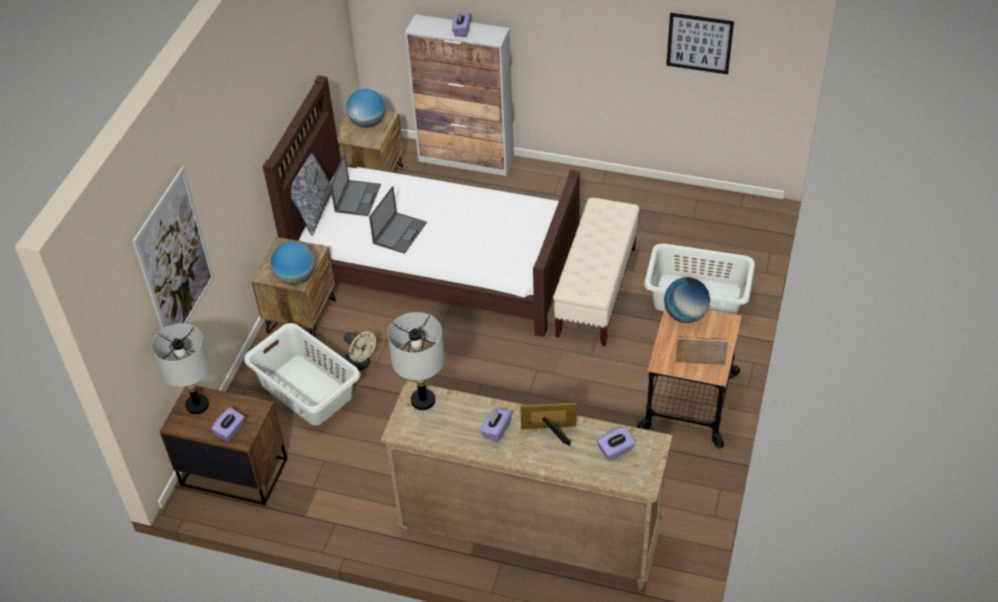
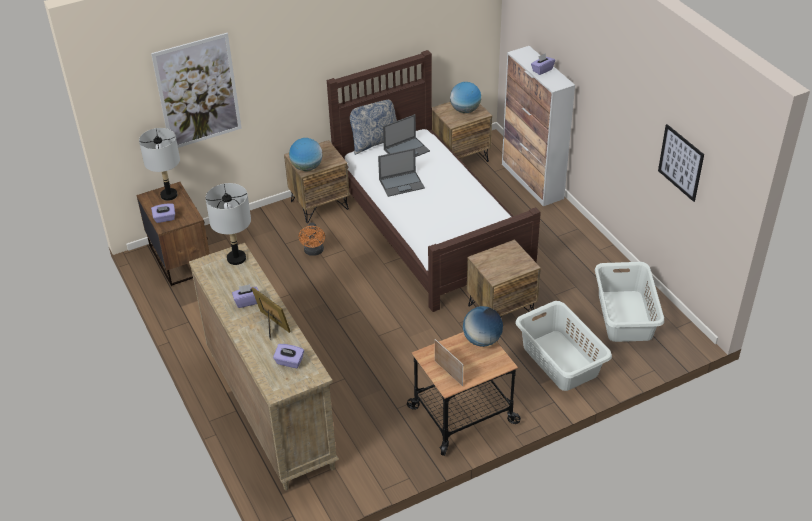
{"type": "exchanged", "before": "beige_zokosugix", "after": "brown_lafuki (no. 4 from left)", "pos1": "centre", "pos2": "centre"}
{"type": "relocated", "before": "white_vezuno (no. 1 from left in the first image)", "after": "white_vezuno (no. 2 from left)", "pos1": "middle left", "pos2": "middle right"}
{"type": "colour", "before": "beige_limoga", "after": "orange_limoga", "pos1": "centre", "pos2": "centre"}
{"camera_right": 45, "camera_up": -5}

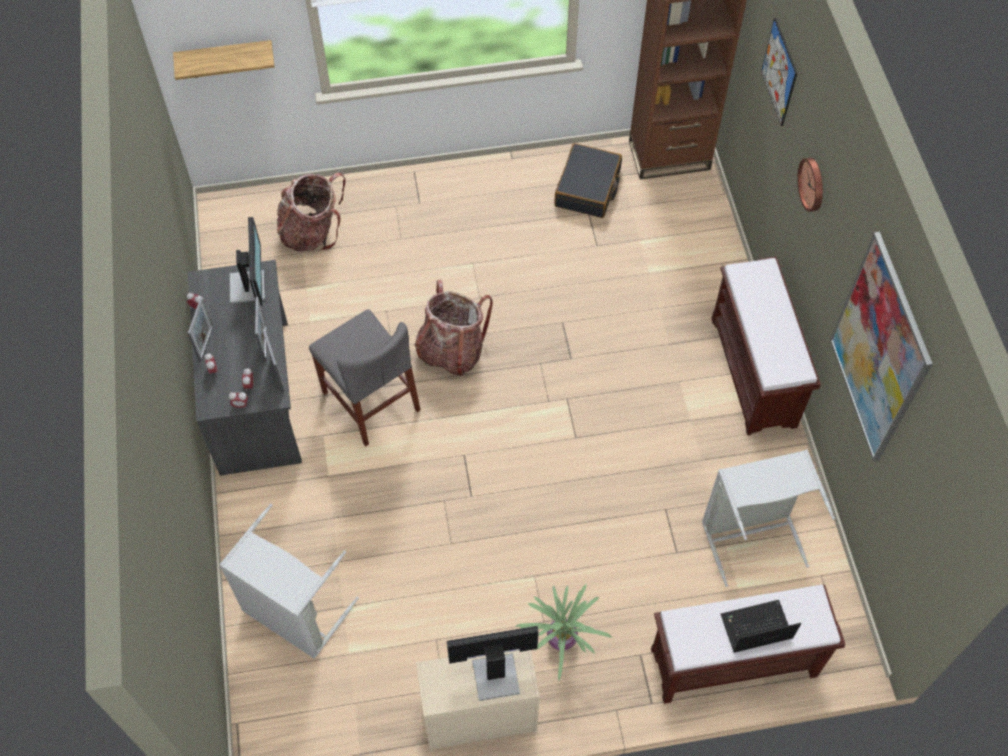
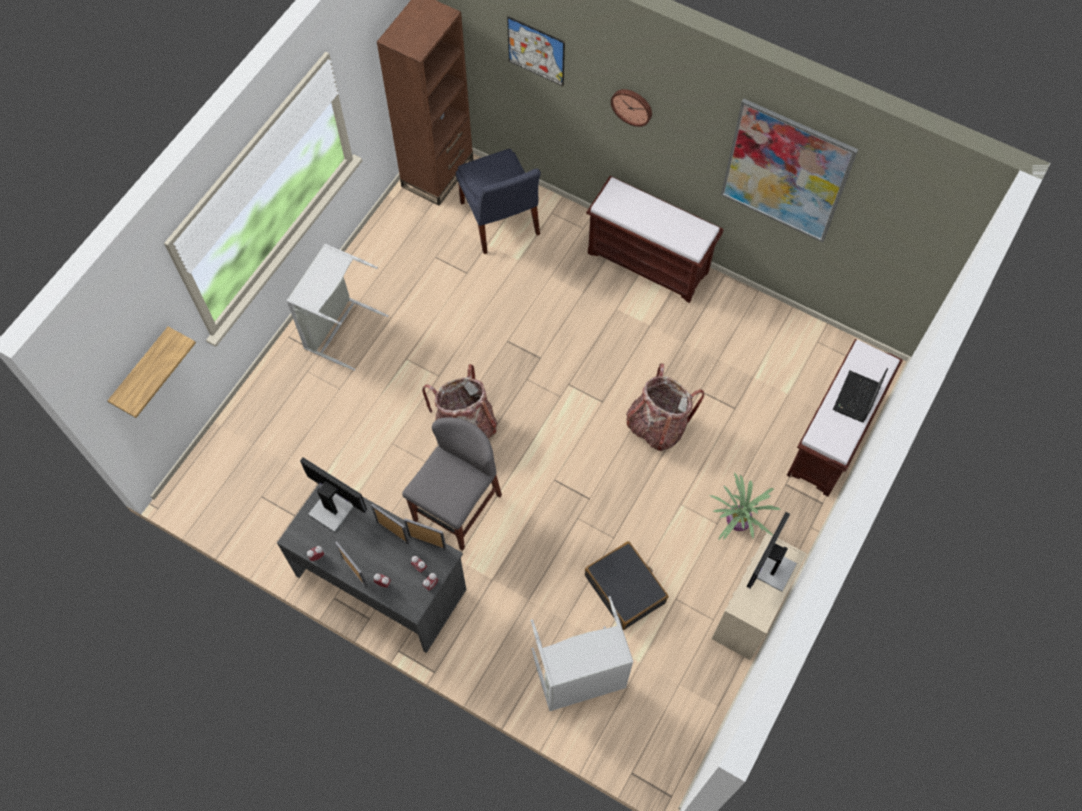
{"type": "relocated", "before": "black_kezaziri", "pos1": "top centre", "pos2": "bottom centre"}
{"type": "relocated", "before": "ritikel (no. 1 from left in the first image)", "after": "ritikel (no. 2 from left)", "pos1": "top left", "pos2": "centre"}
{"type": "spun", "before": "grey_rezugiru", "pos1": "centre", "pos2": "centre", "turn": -60}
{"type": "relocated", "before": "grey_vezuno (no. 2 from left in the first image)", "after": "grey_vezuno (no. 1 from left)", "pos1": "bottom right", "pos2": "middle left"}
{"type": "appeared", "after": "blue_rezugiru", "pos2": "top centre"}
{"camera_right": -50, "camera_up": 5}

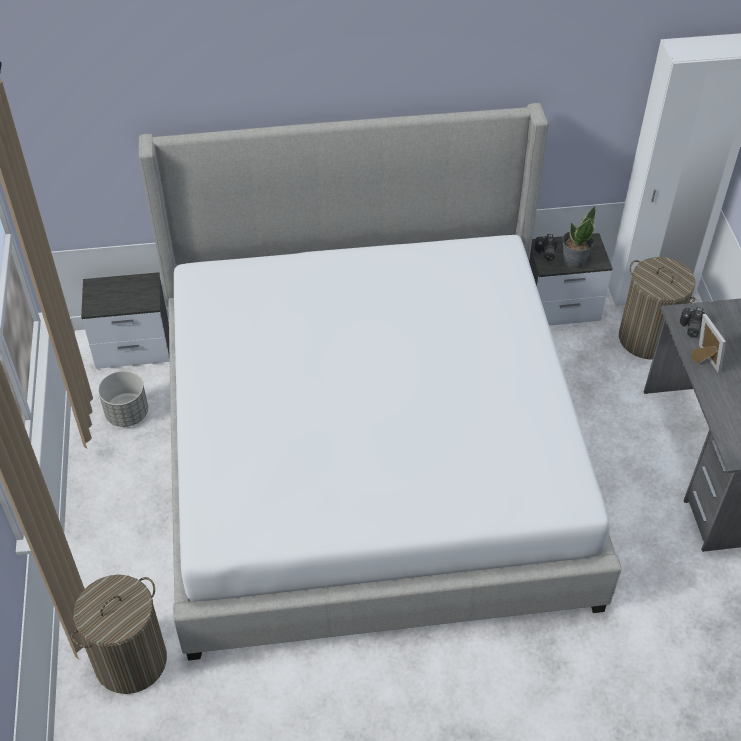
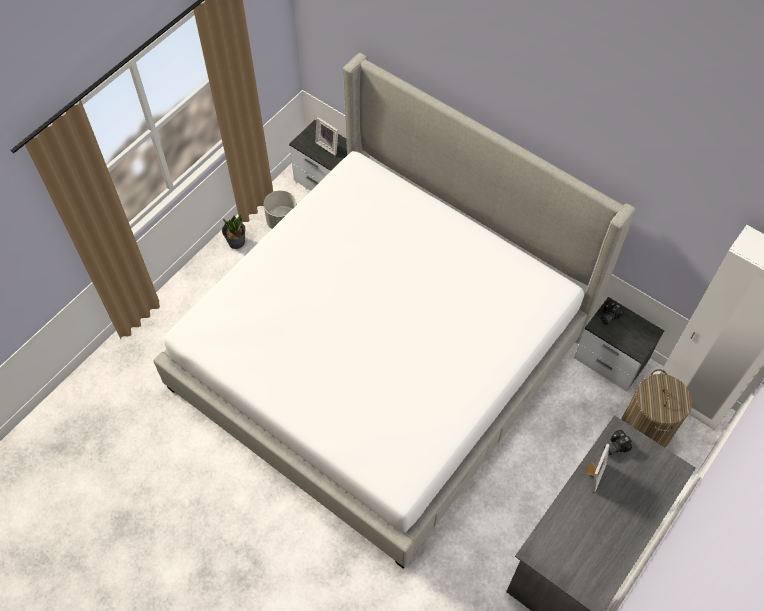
{"type": "relocated", "before": "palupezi", "pos1": "top right", "pos2": "middle left"}
{"type": "missing", "before": "vezuno (no. 1 from left)", "pos1": "bottom left"}
{"type": "appeared", "after": "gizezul (no. 1 from left)", "pos2": "top centre"}
{"camera_right": 45, "camera_up": 10}

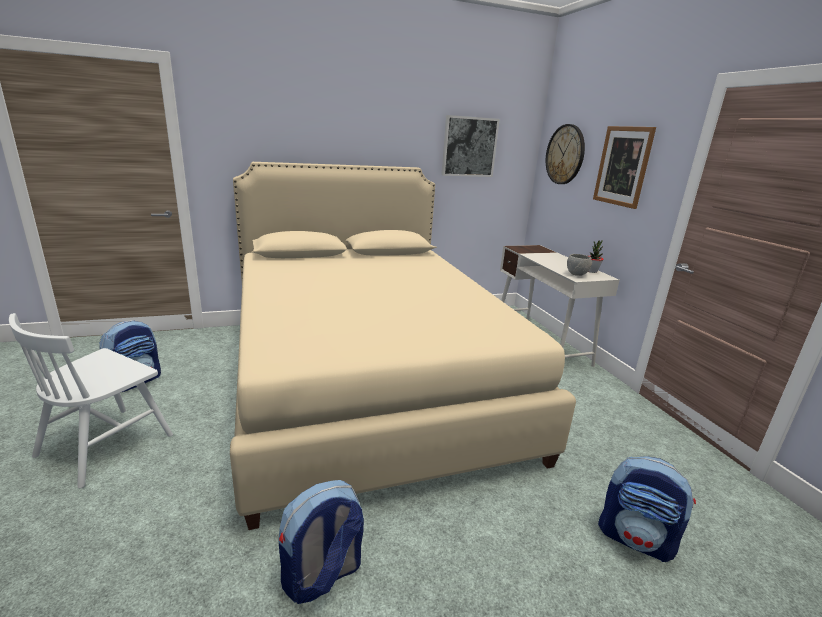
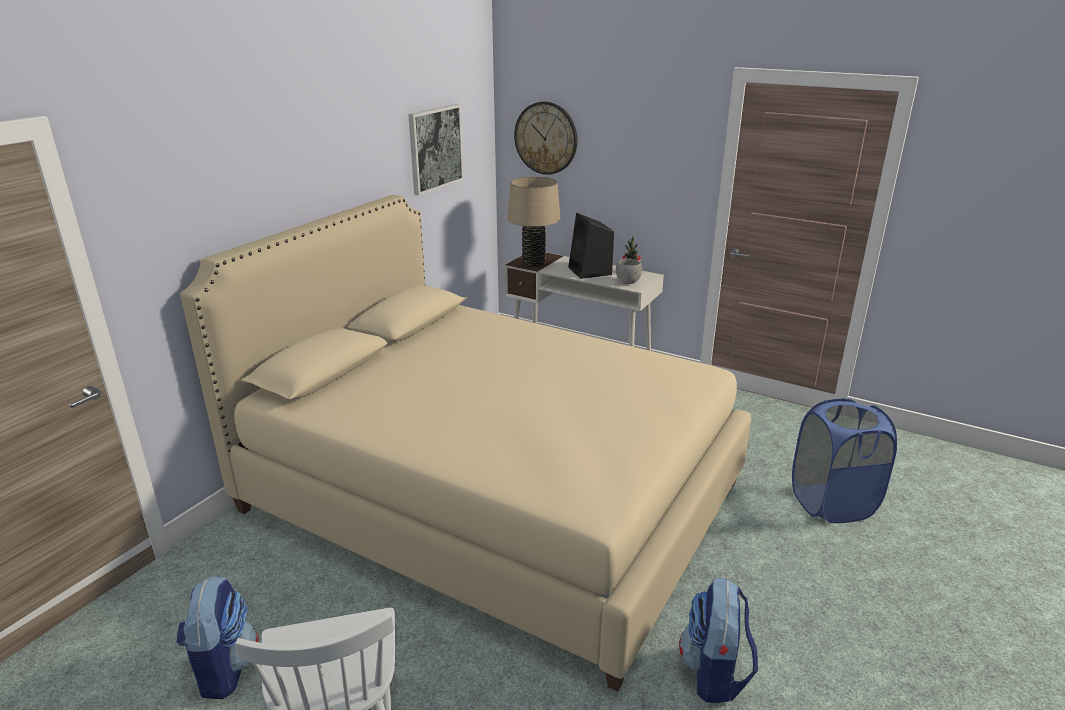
{"type": "missing", "before": "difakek (no. 2 from left)", "pos1": "top right"}
{"type": "exchanged", "before": "ritikel (no. 3 from left)", "after": "blue_vezuno", "pos1": "bottom right", "pos2": "middle right"}
{"type": "appeared", "after": "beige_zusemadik", "pos2": "top centre"}
{"type": "appeared", "after": "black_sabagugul", "pos2": "centre"}
{"camera_right": -40, "camera_up": 5}

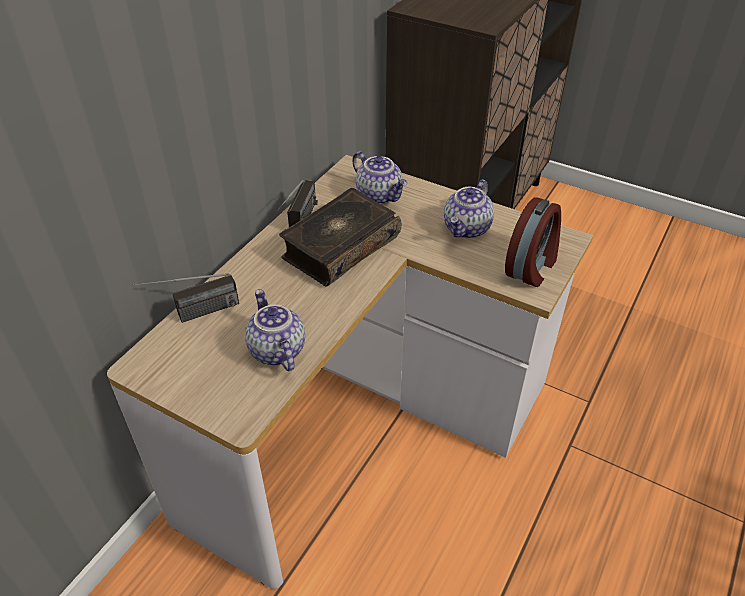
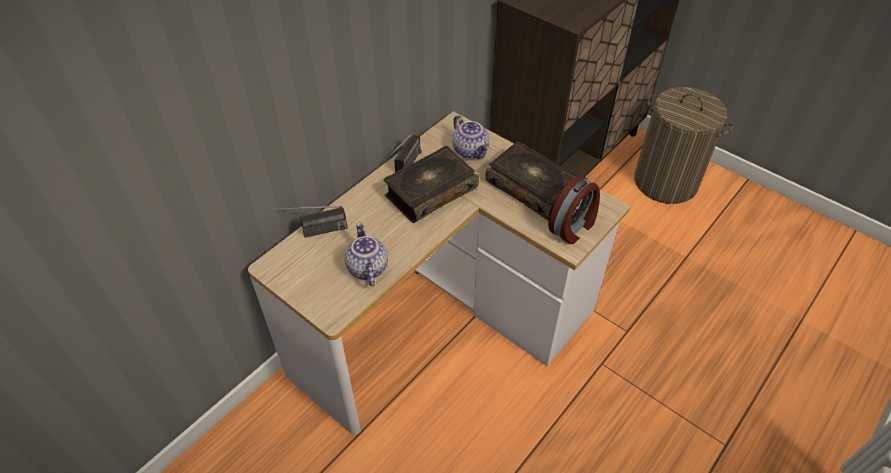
{"type": "exchanged", "before": "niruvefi (no. 3 from left)", "after": "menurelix (no. 2 from left)", "pos1": "centre", "pos2": "centre"}
{"type": "appeared", "after": "vezuno", "pos2": "top right"}
{"camera_right": 10, "camera_up": 5}

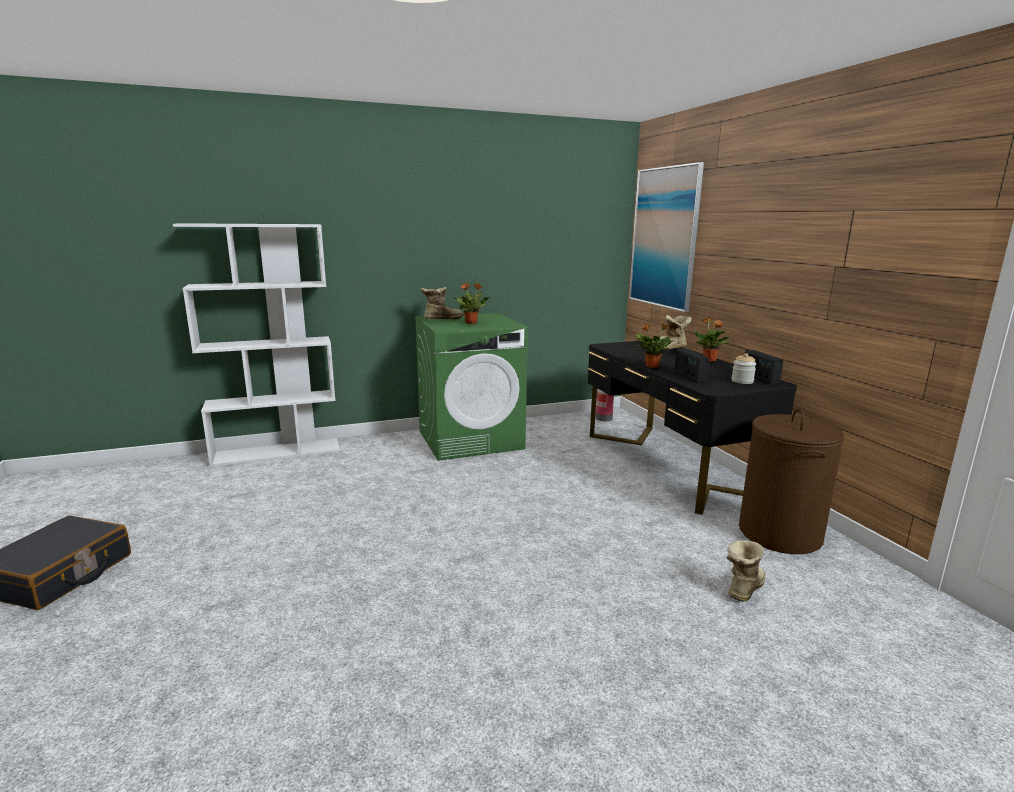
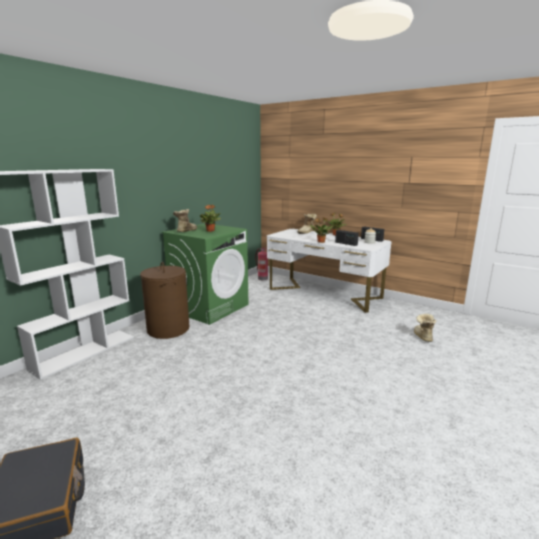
{"type": "missing", "before": "difakek", "pos1": "top centre"}
{"type": "colour", "before": "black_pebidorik", "after": "white_pebidorik", "pos1": "middle right", "pos2": "centre"}
{"type": "relocated", "before": "brown_vezuno", "pos1": "middle right", "pos2": "middle left"}
{"camera_right": -35, "camera_up": 0}

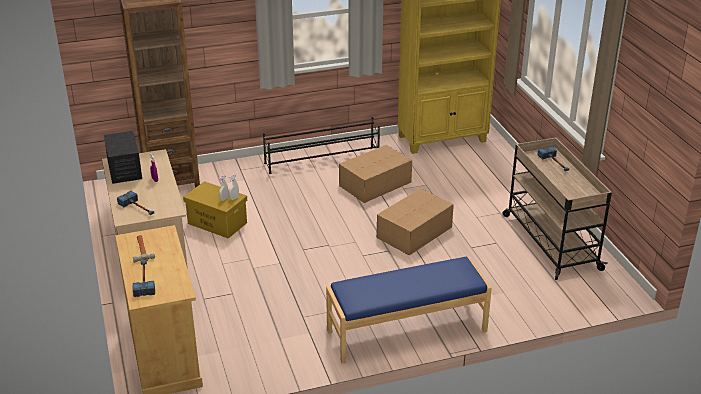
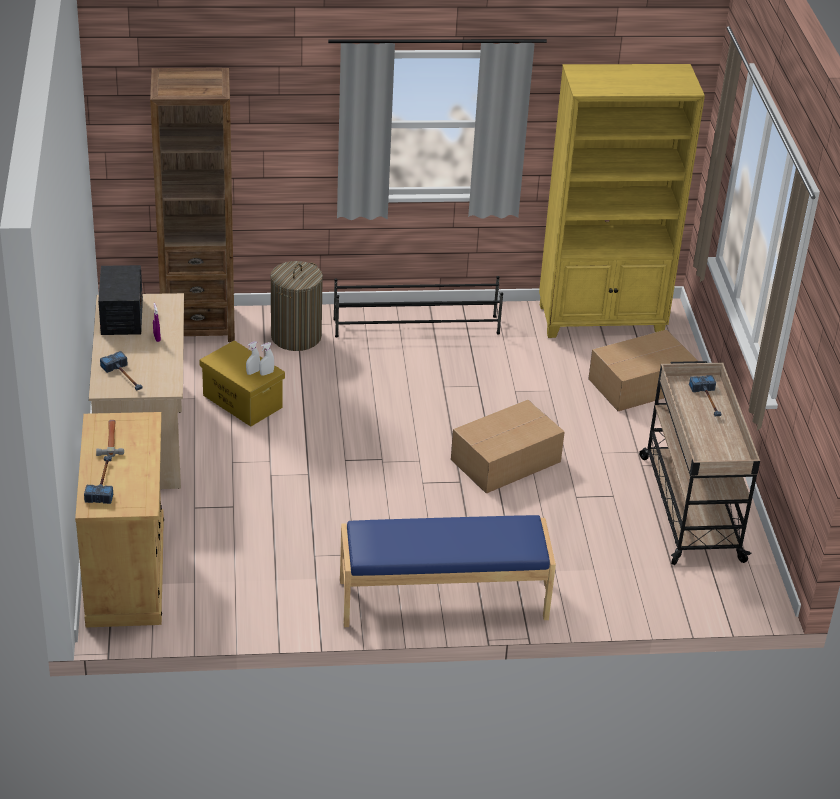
{"type": "relocated", "before": "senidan (no. 1 from left in the first image)", "after": "senidan (no. 2 from left)", "pos1": "centre", "pos2": "middle right"}
{"type": "appeared", "after": "vezuno", "pos2": "centre"}
{"camera_right": 10, "camera_up": 5}

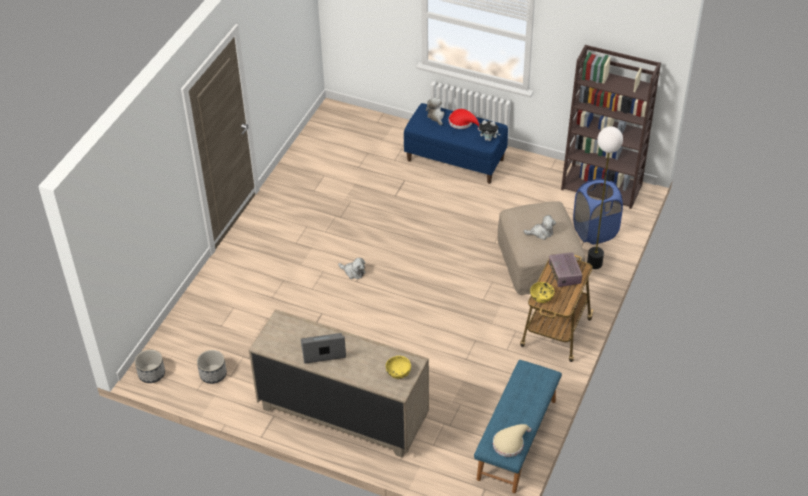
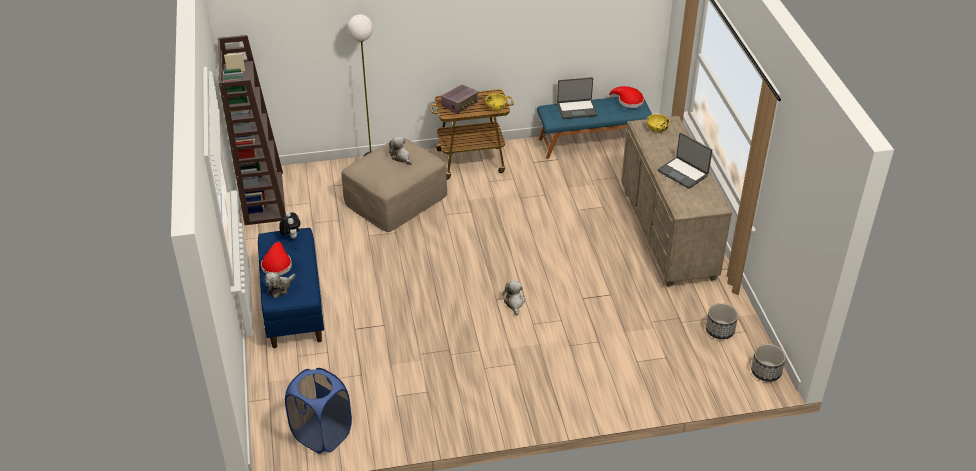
{"type": "relocated", "before": "blue_vezuno", "pos1": "middle right", "pos2": "bottom left"}
{"type": "colour", "before": "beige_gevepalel", "after": "red_gevepalel (no. 2 from left)", "pos1": "bottom centre", "pos2": "top centre"}
{"type": "appeared", "after": "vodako (no. 1 from left)", "pos2": "top centre"}
{"camera_right": -125, "camera_up": -5}

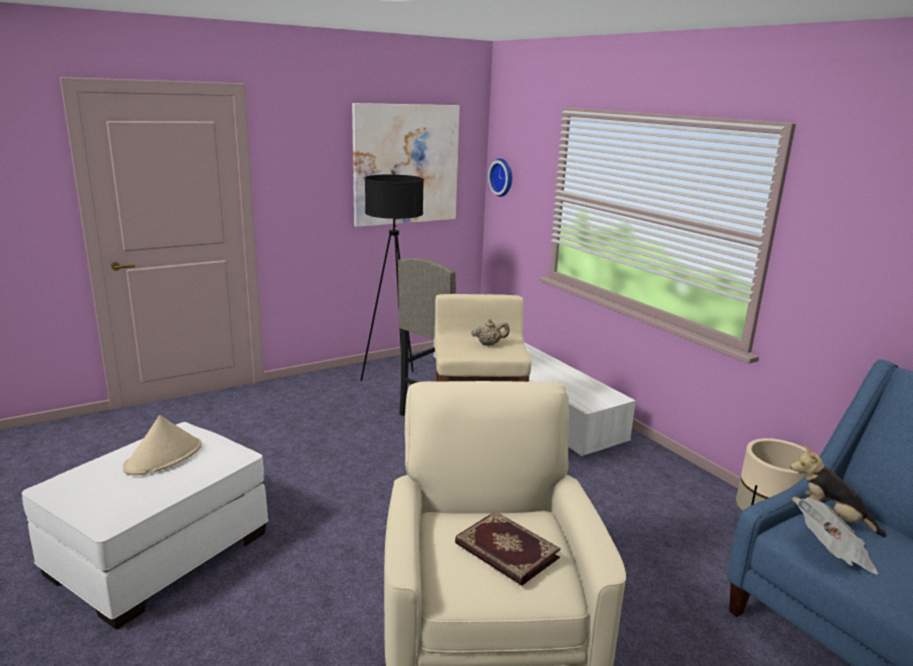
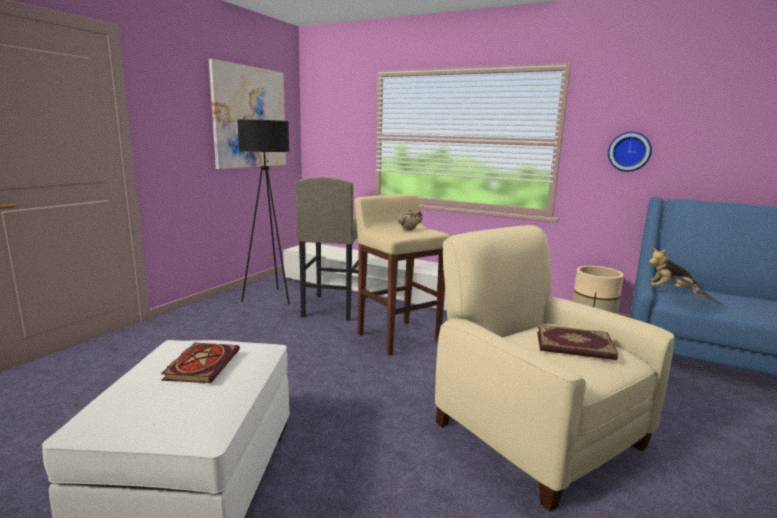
{"type": "relocated", "before": "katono", "pos1": "top centre", "pos2": "top right"}
{"type": "exchanged", "before": "beige_gevepalel", "after": "menurelix (no. 1 from left)", "pos1": "bottom left", "pos2": "bottom left"}
{"camera_right": -30, "camera_up": -5}

